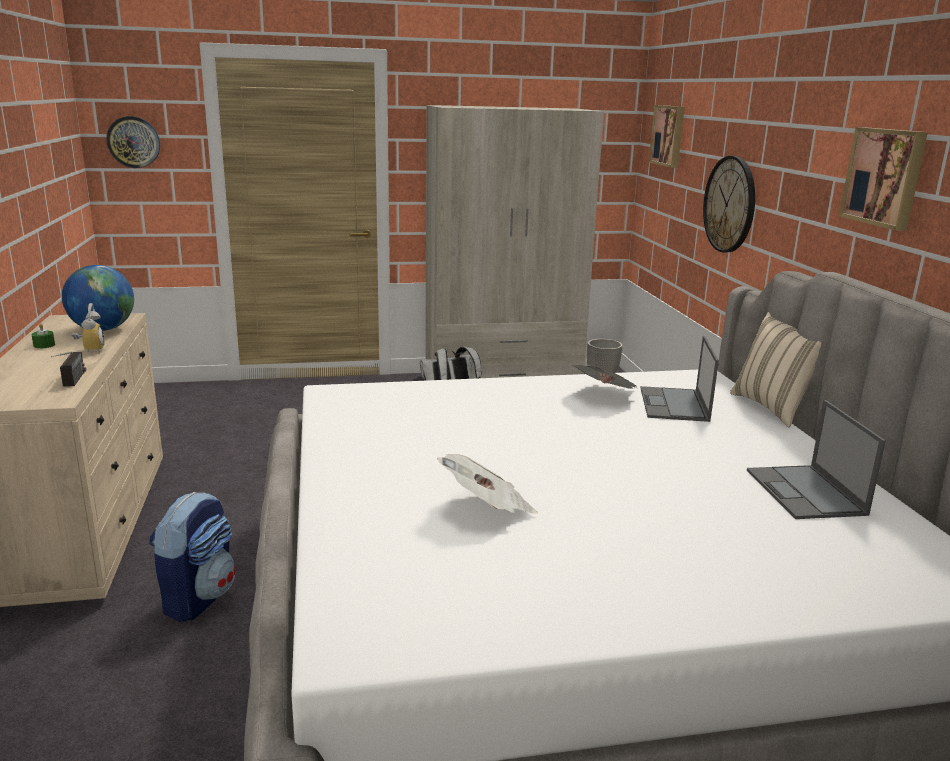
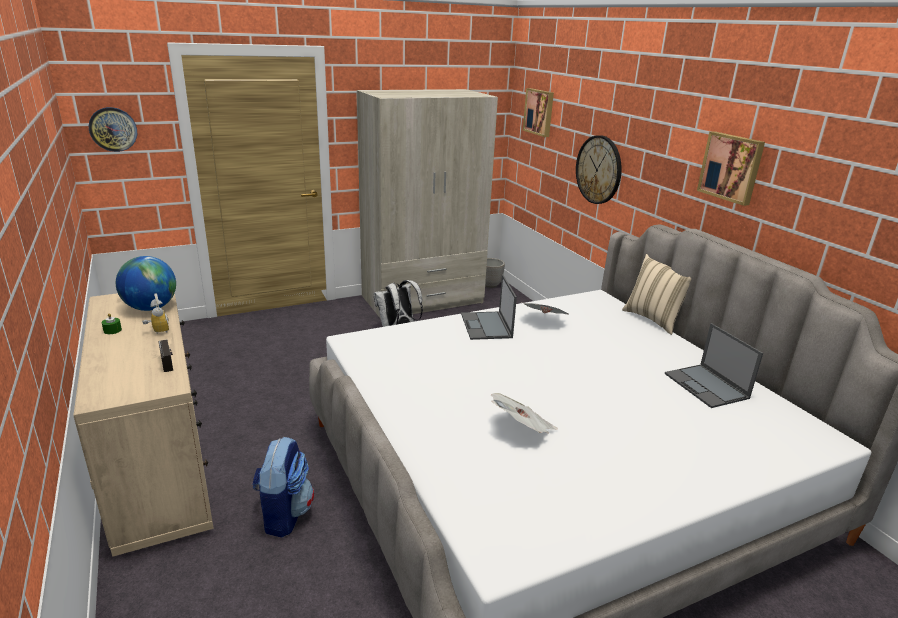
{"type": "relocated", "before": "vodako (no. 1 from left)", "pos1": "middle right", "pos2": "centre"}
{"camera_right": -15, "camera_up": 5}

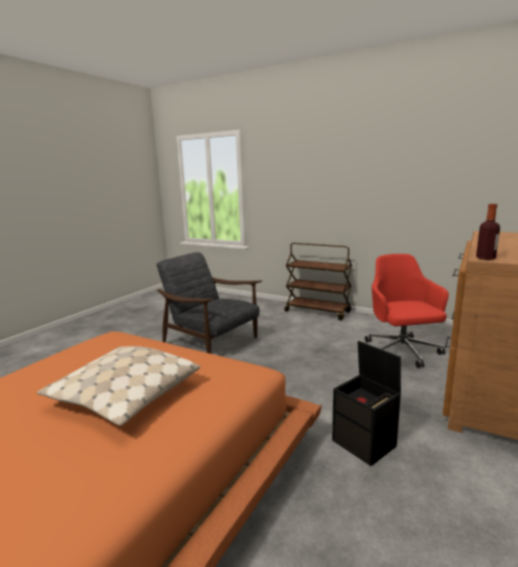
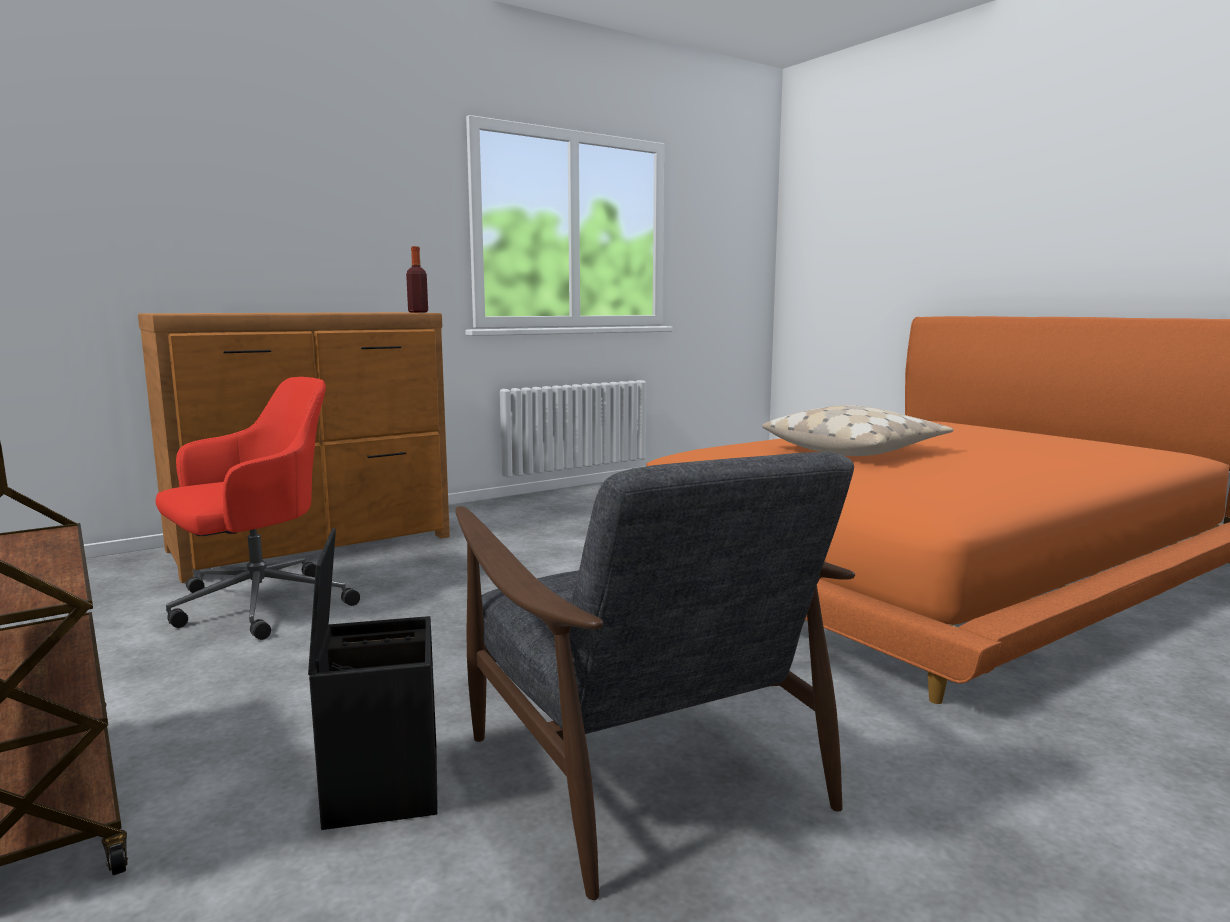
{"type": "spun", "before": "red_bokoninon", "pos1": "middle right", "pos2": "middle left", "turn": -150}
{"type": "relocated", "before": "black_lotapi", "pos1": "bottom right", "pos2": "bottom left"}
{"camera_right": -155, "camera_up": -5}

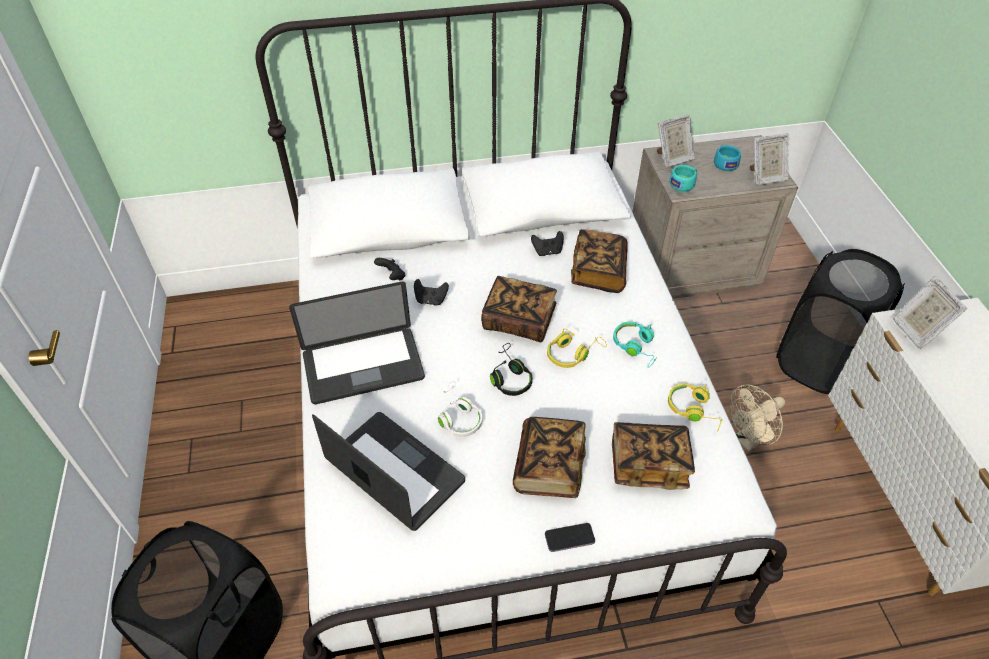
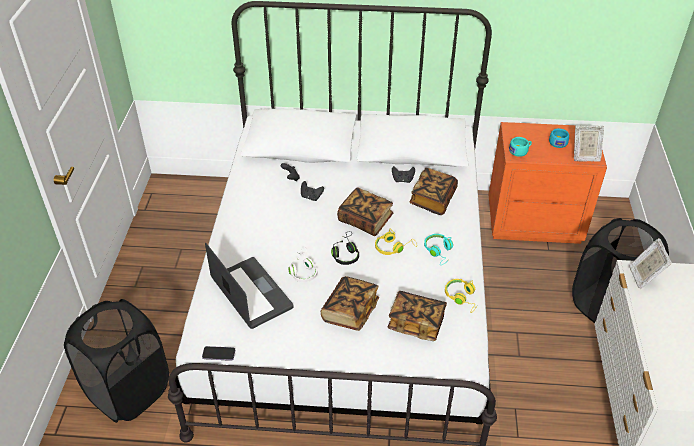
{"type": "missing", "before": "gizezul (no. 1 from left)", "pos1": "top right"}
{"type": "colour", "before": "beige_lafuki", "after": "orange_lafuki", "pos1": "top right", "pos2": "middle right"}
{"type": "missing", "before": "vodako (no. 1 from left)", "pos1": "centre"}
{"type": "missing", "before": "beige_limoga", "pos1": "middle right"}
{"type": "relocated", "before": "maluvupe", "pos1": "bottom centre", "pos2": "bottom left"}
{"camera_right": 15, "camera_up": -5}

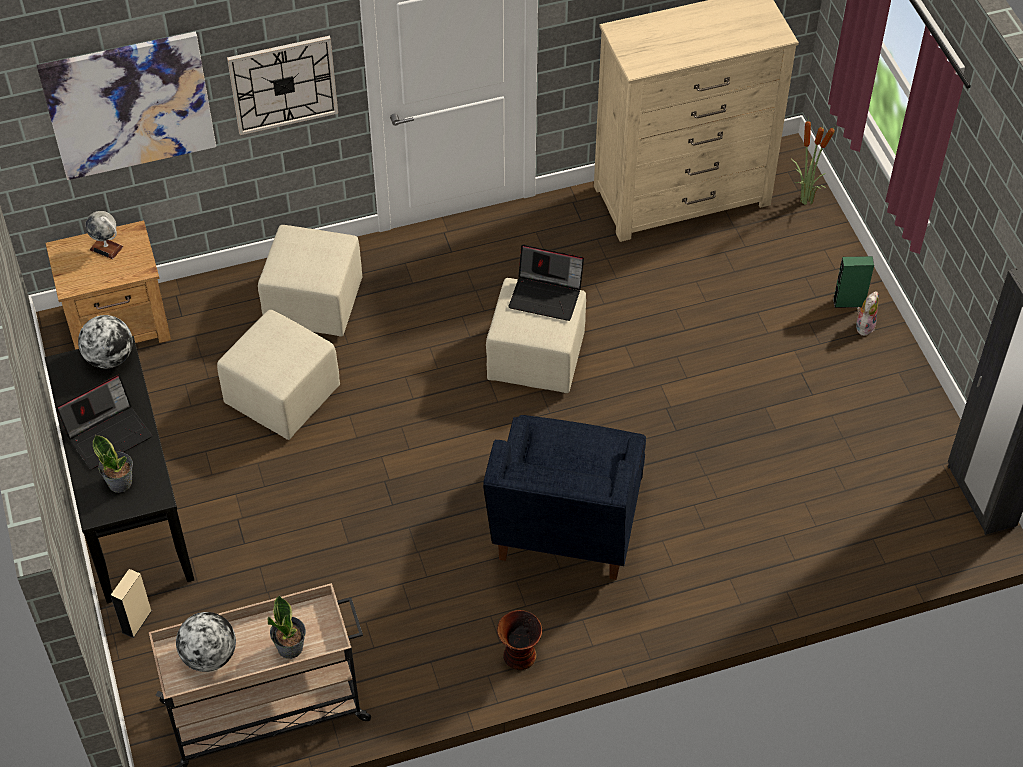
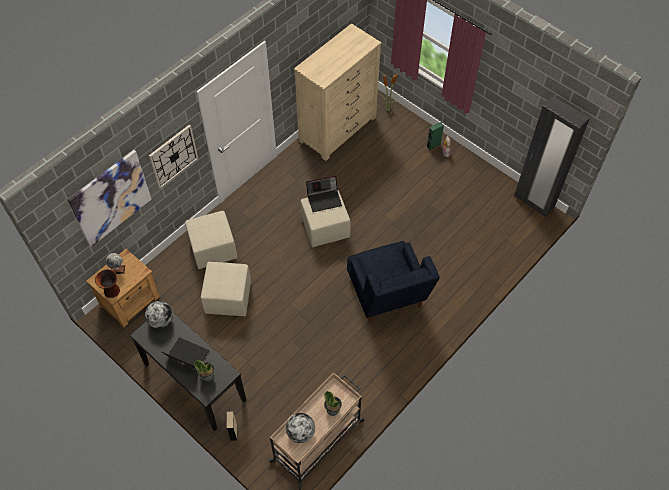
{"type": "spun", "before": "vodako (no. 1 from left)", "pos1": "middle left", "pos2": "bottom left", "turn": -90}
{"type": "relocated", "before": "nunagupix", "pos1": "bottom centre", "pos2": "middle left"}
{"camera_right": -30, "camera_up": 5}

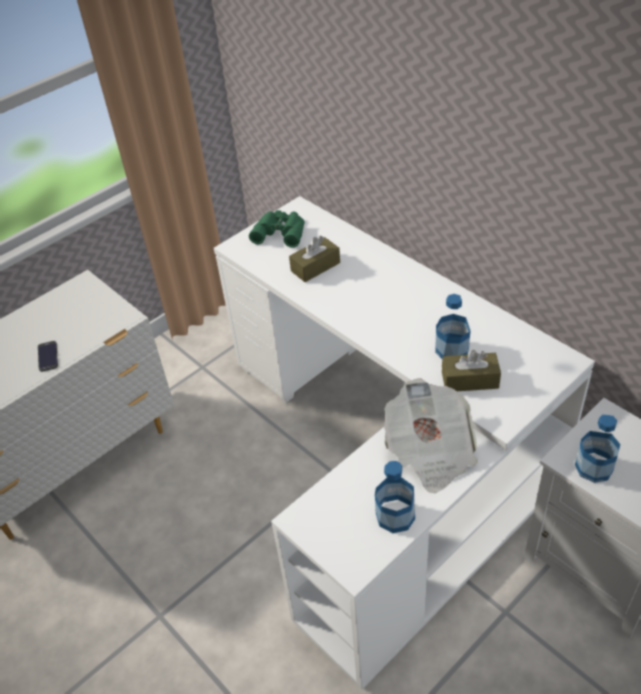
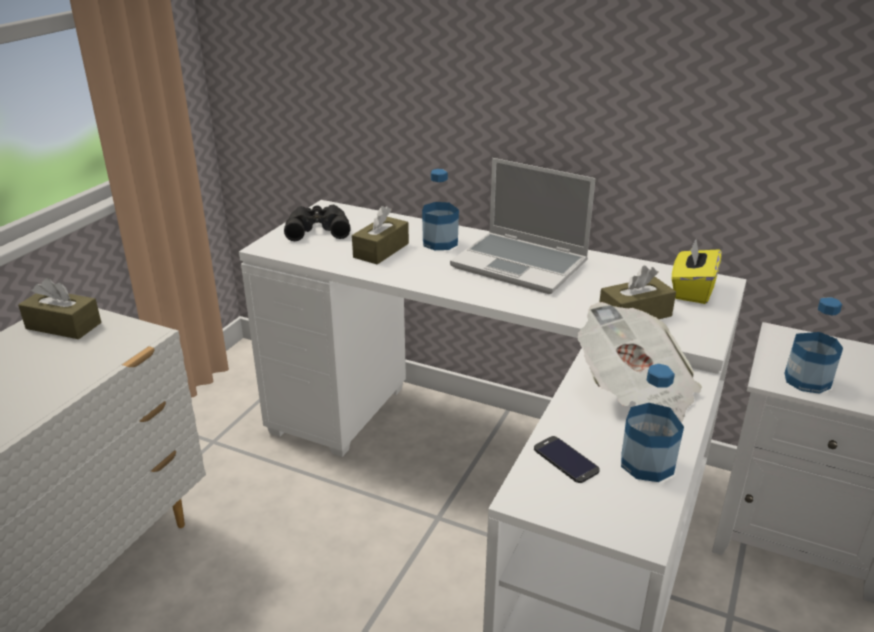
{"type": "colour", "before": "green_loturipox", "after": "black_loturipox", "pos1": "top centre", "pos2": "centre"}
{"type": "relocated", "before": "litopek (no. 2 from left in the first image)", "after": "litopek (no. 1 from left)", "pos1": "middle right", "pos2": "top centre"}
{"type": "relocated", "before": "maluvupe", "pos1": "middle left", "pos2": "bottom centre"}
{"type": "appeared", "after": "vodako", "pos2": "centre"}
{"type": "appeared", "after": "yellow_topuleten", "pos2": "middle right"}
{"type": "appeared", "after": "brown_topuleten (no. 1 from left)", "pos2": "middle left"}
{"camera_right": -25, "camera_up": -15}

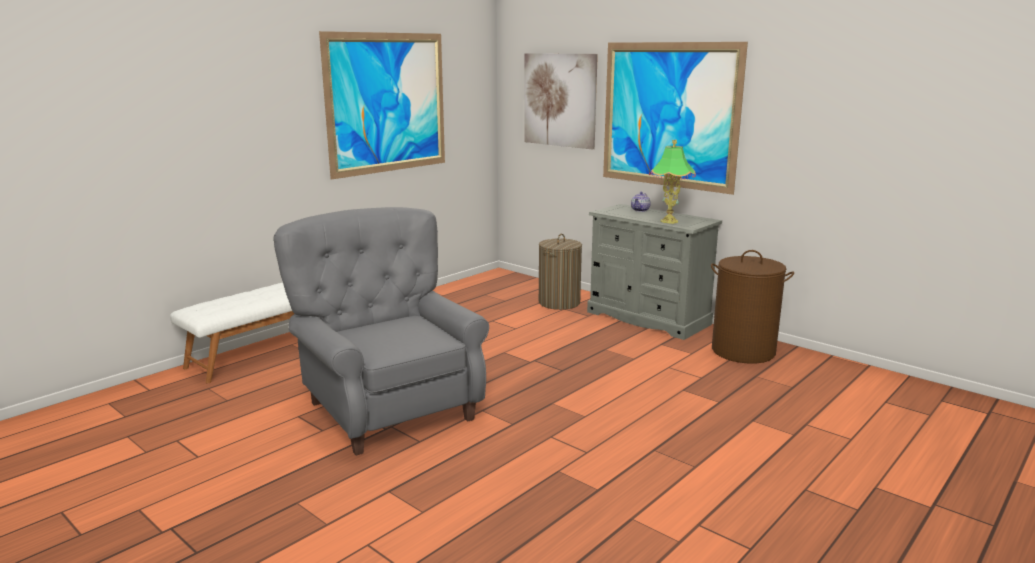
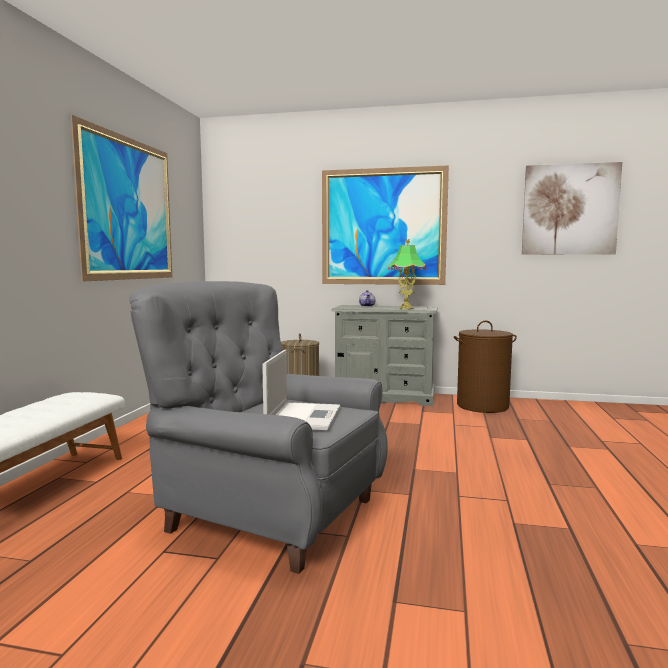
{"type": "relocated", "before": "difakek (no. 2 from left in the first image)", "after": "difakek (no. 3 from left)", "pos1": "top centre", "pos2": "top right"}
{"type": "appeared", "after": "vodako", "pos2": "centre"}
{"camera_right": -30, "camera_up": -10}

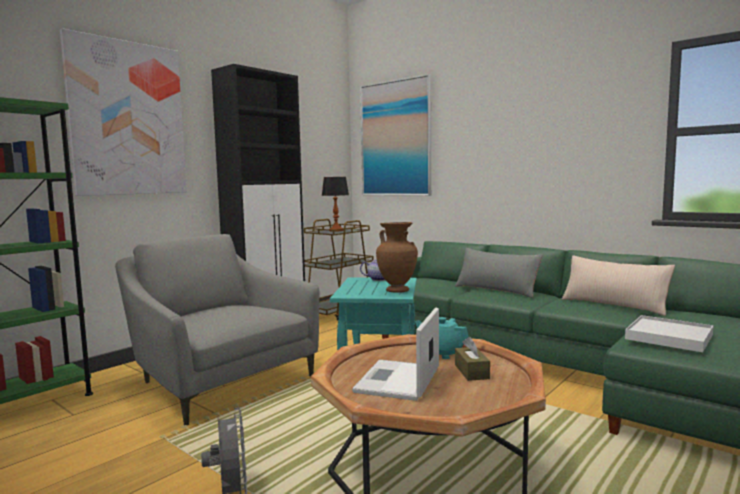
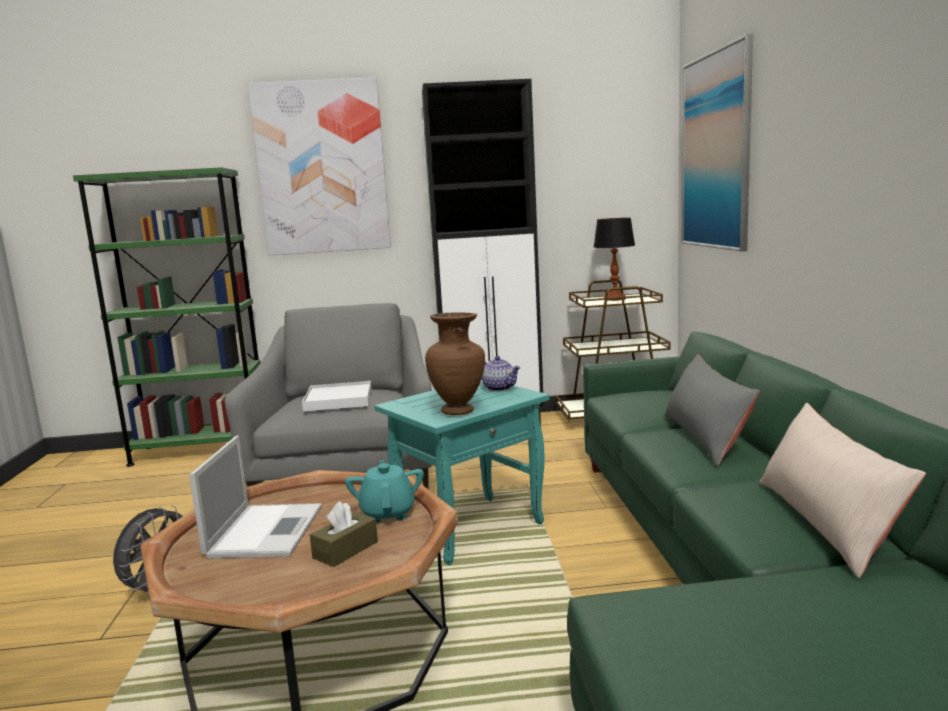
{"type": "spun", "before": "vodako", "pos1": "bottom centre", "pos2": "bottom left", "turn": 120}
{"type": "relocated", "before": "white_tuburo", "pos1": "bottom right", "pos2": "centre"}
{"camera_right": 45, "camera_up": 5}

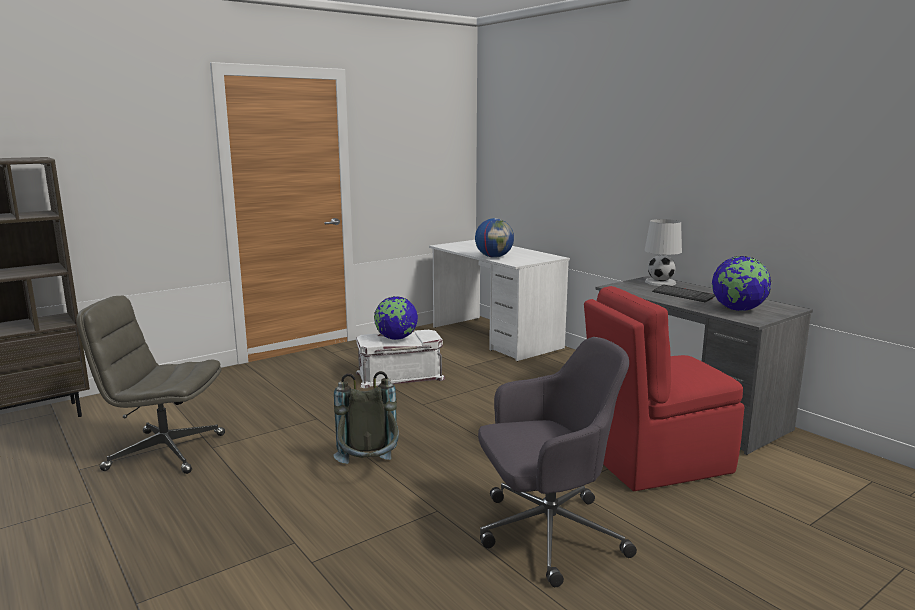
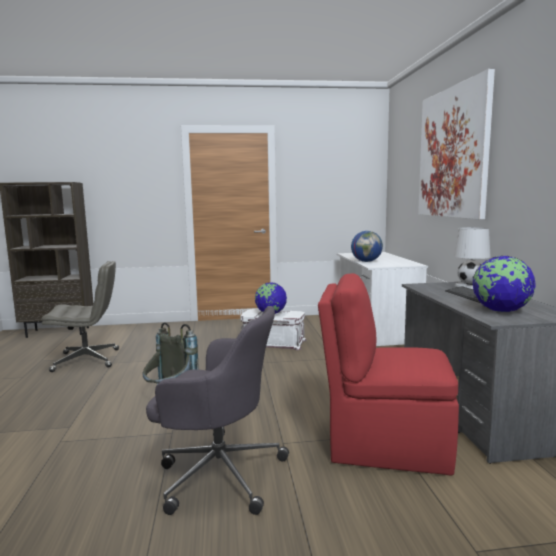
{"type": "spun", "before": "grey_bokoninon (no. 1 from left)", "pos1": "middle left", "pos2": "middle left", "turn": 135}
{"type": "appeared", "after": "difakek", "pos2": "top right"}
{"camera_right": 30, "camera_up": -5}

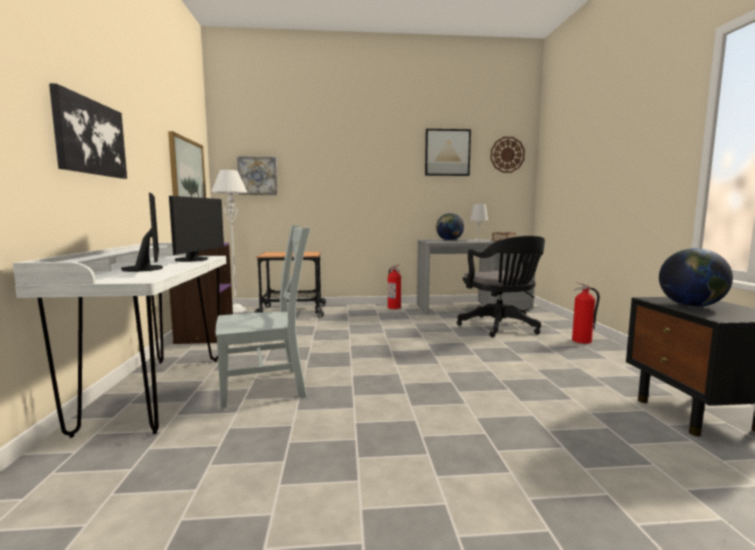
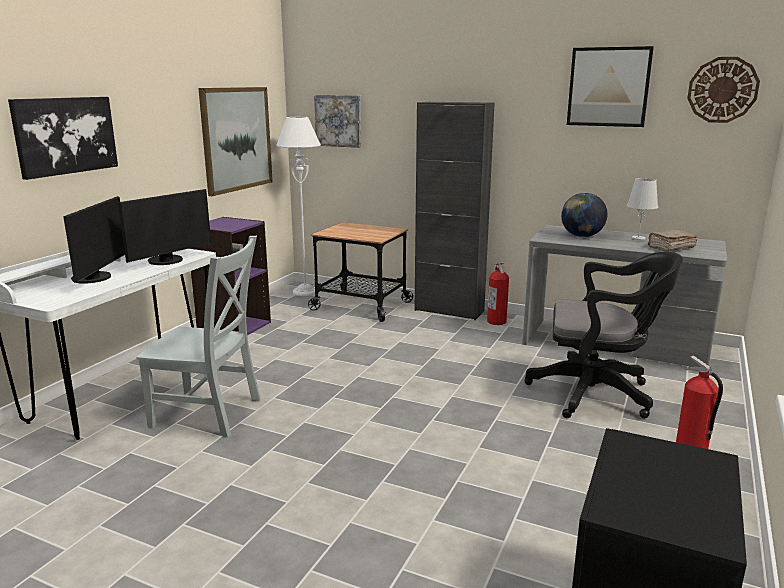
{"type": "spun", "before": "black_bokoninon", "pos1": "centre", "pos2": "middle right", "turn": -90}
{"type": "missing", "before": "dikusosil (no. 2 from left)", "pos1": "middle right"}
{"type": "appeared", "after": "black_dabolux", "pos2": "centre"}
{"camera_right": 30, "camera_up": 10}

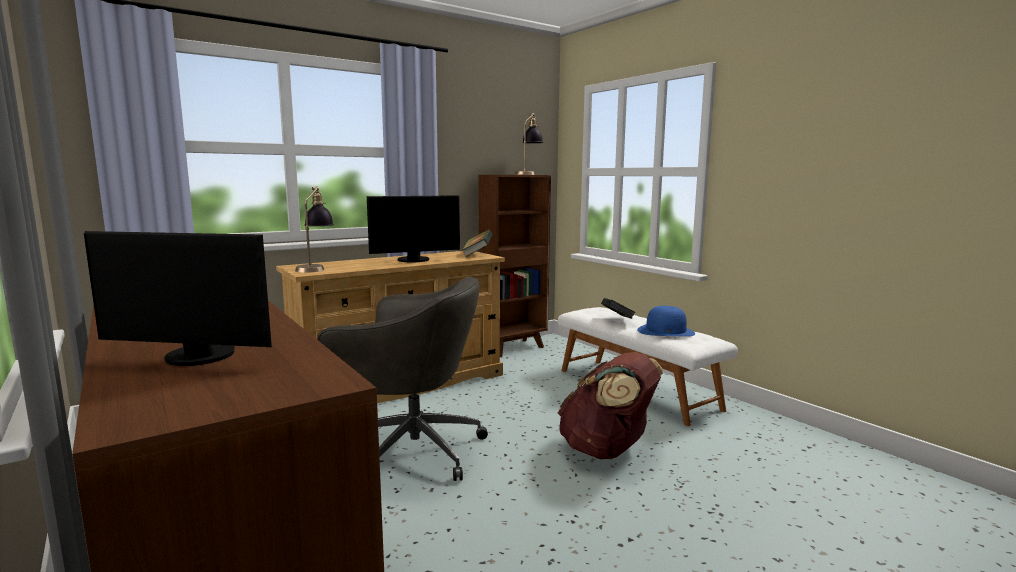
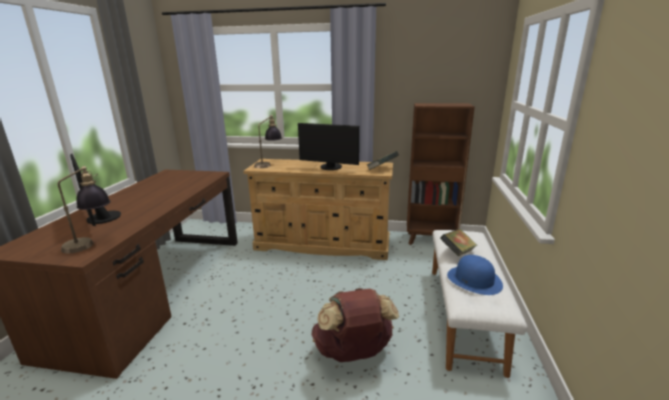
{"type": "relocated", "before": "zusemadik (no. 2 from left in the first image)", "after": "zusemadik (no. 1 from left)", "pos1": "top centre", "pos2": "middle left"}
{"type": "missing", "before": "grey_bokoninon", "pos1": "centre"}
{"camera_right": 45, "camera_up": 10}

